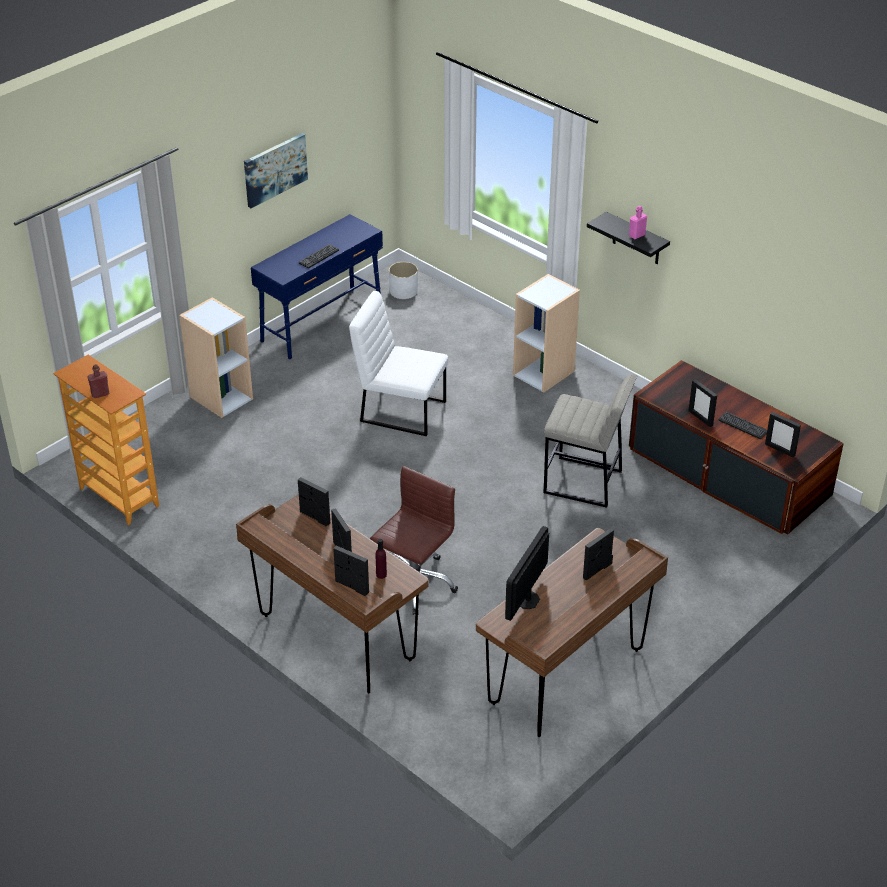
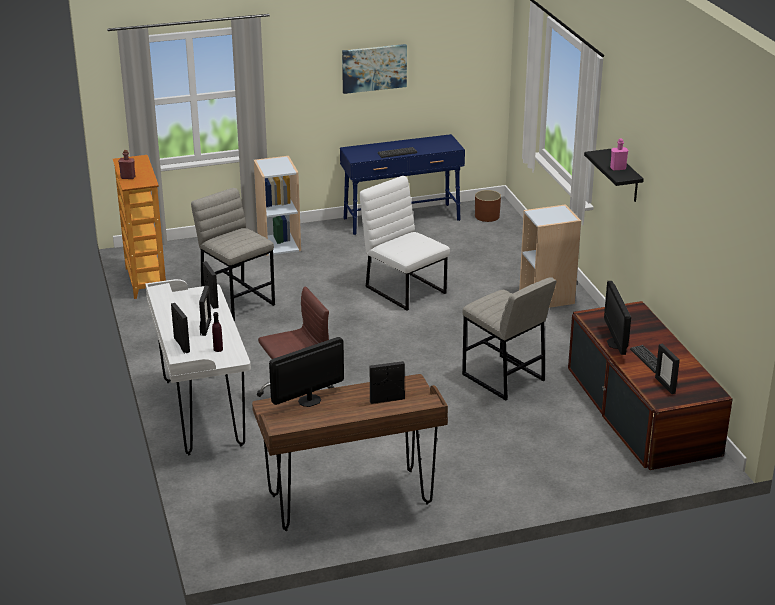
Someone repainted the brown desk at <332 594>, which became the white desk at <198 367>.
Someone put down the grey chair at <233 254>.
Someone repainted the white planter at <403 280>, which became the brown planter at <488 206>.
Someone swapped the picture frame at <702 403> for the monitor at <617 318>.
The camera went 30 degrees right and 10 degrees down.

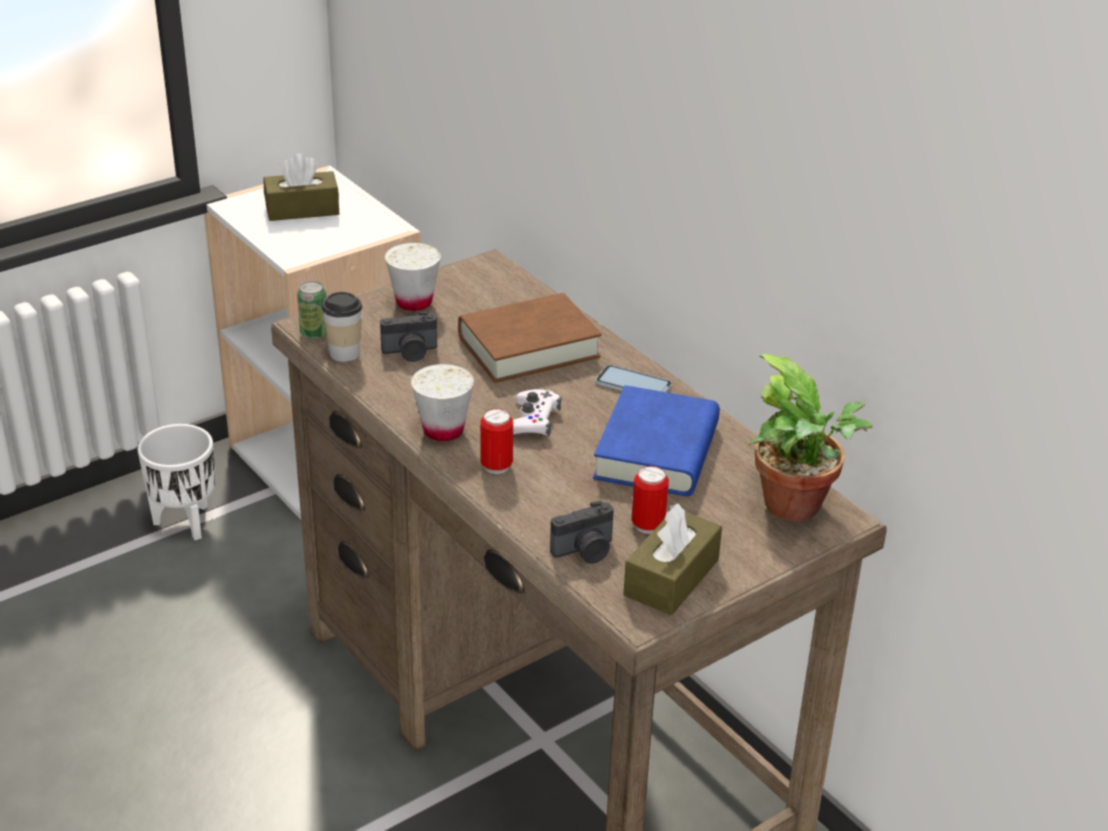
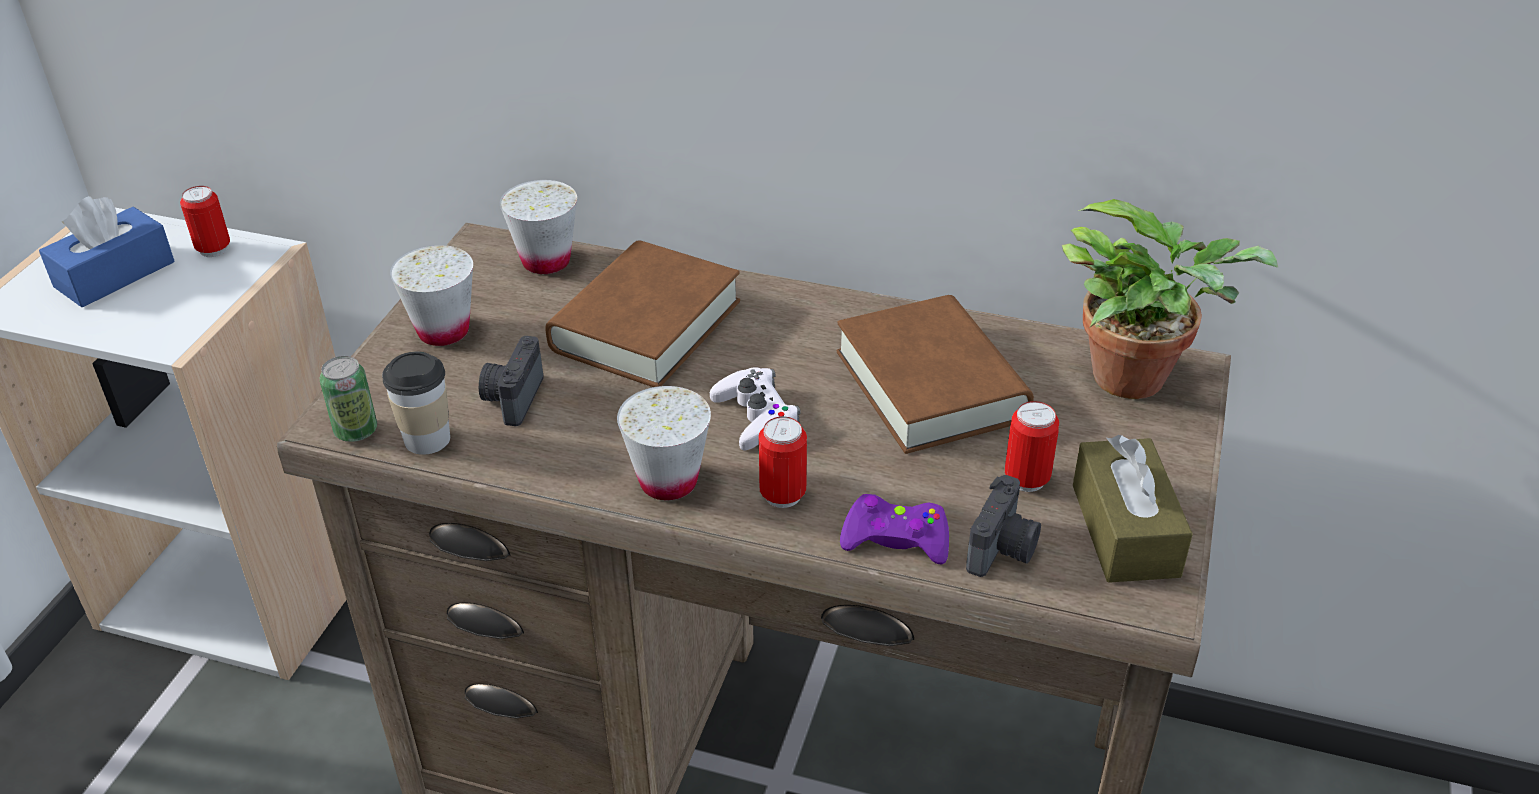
Someone repainted the brown tissue box at <301 187>, which became the blue tissue box at <106 251>.
Someone put down the can at <205 221>.
Someone rotated the photo camera at <408 336> by 150 degrees clockwise.
Someone put down the white cup at <538 227>.
Someone repainted the blue book at <656 440>, which became the brown book at <935 374>.
Someone put down the purple game controller at <894 529>.
Someone took away the white planter at <176 482>.
Someone took away the phone at <634 378>.
The camera went 35 degrees left and 5 degrees up.

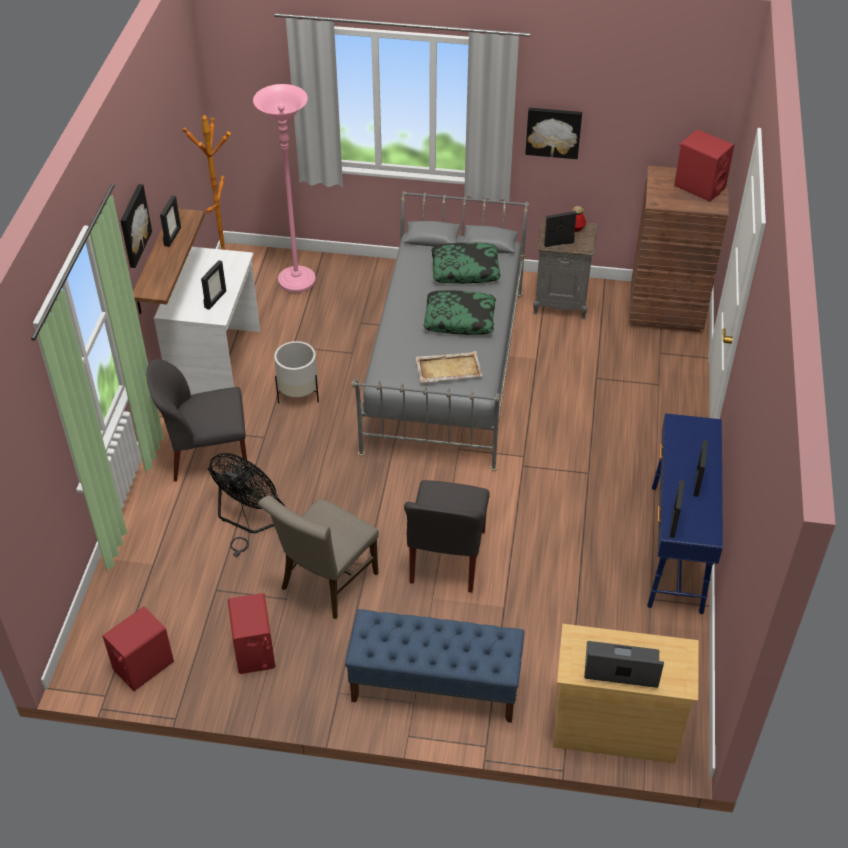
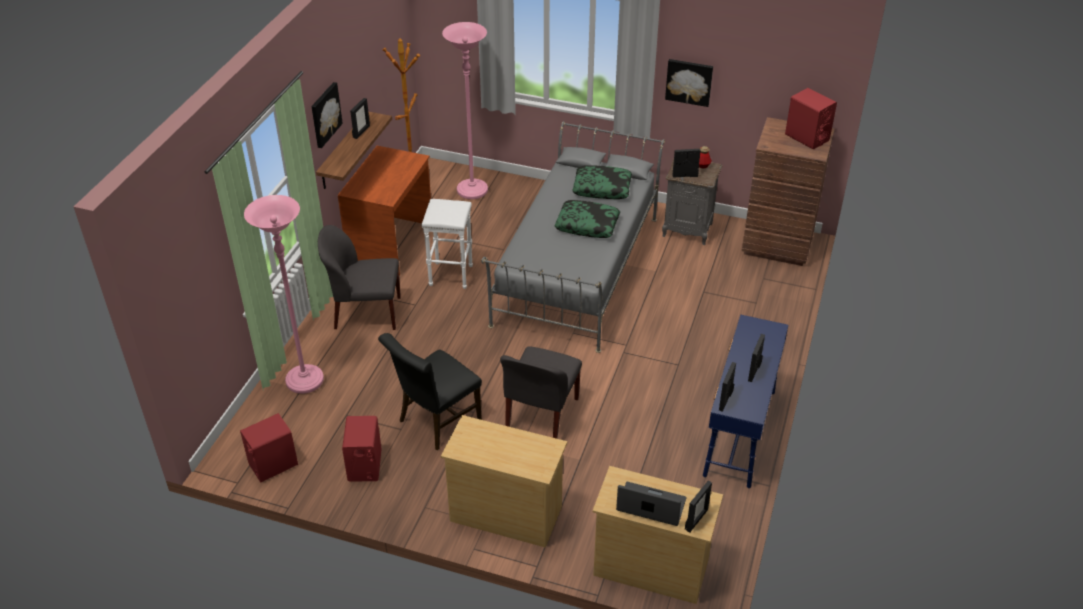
Someone put down the pink floor lamp at <284 294>.
Someone repainted the white desk at <207 321>, which became the brown desk at <384 210>.
Someone repainted the beige chair at <318 557>, which became the black chair at <430 391>.
Someone swapped the white planter at <296 372> for the white stool at <447 244>.
Someone swapped the blue bench at <435 666> for the beige dresser at <504 481>.
Someone carried the picture frame from <213 285> to <698 506>.
Someone took away the black fan at <246 505>.
Someone took away the beige tray at <449 367>.
The camera went 10 degrees right and 5 degrees down.

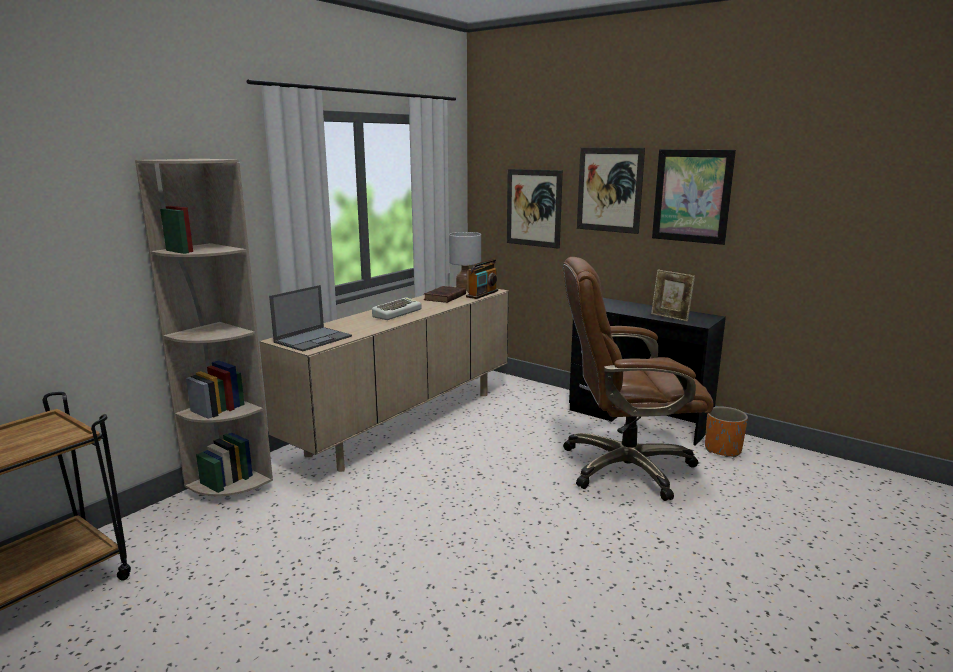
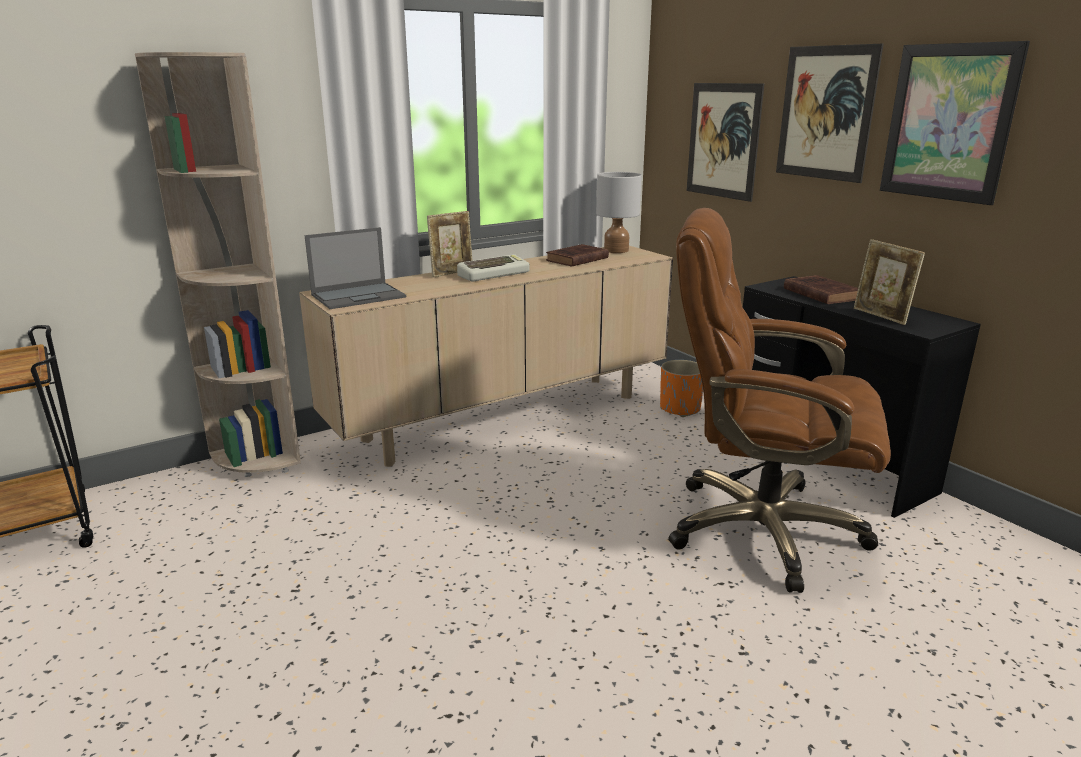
Someone put down the picture frame at <450 244>.
Someone carried the orange planter from <726 432> to <681 388>.
Someone put down the brown book at <821 289>.
Someone took away the radio at <482 279>.
The camera went 20 degrees right and 5 degrees up.

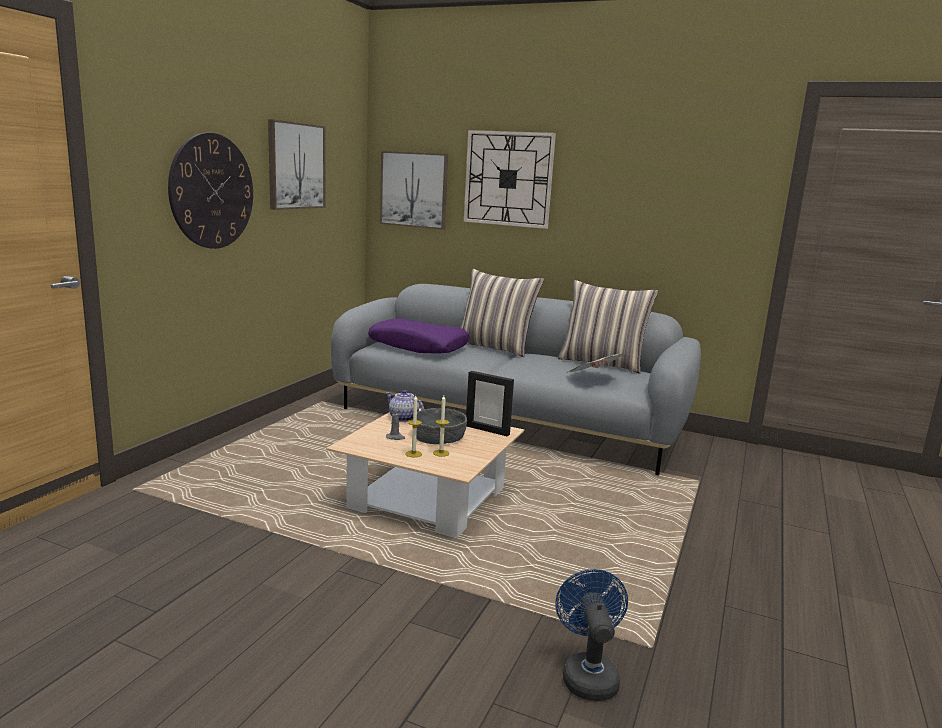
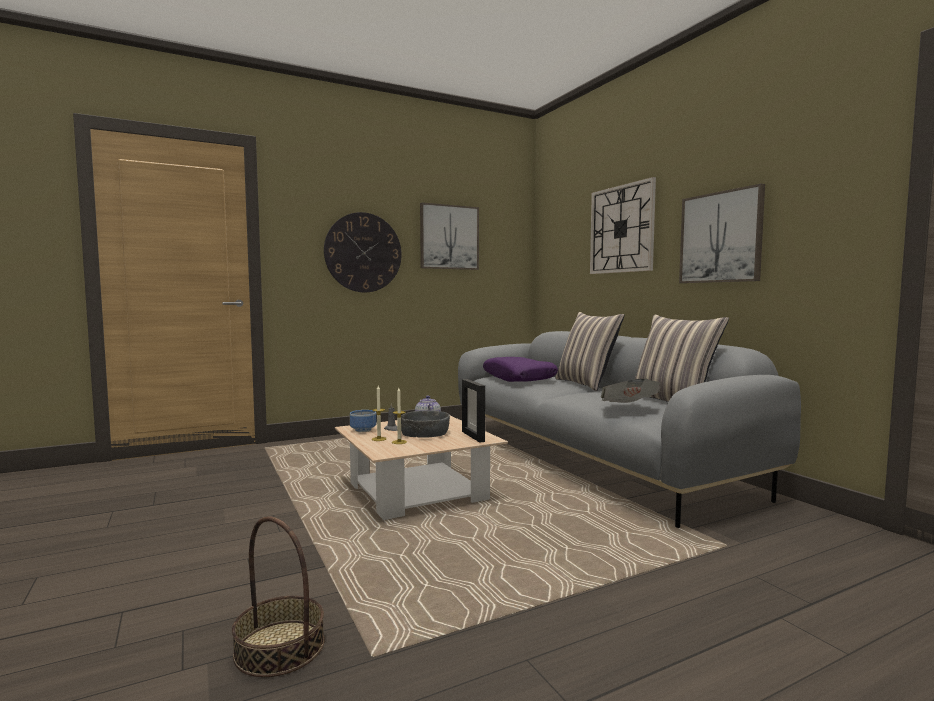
Someone swapped the blue fan at <592 635> for the basket at <278 596>.
Someone put down the bowl at <363 421>.
Someone carried the picture from <414 190> to <722 233>.
The camera went 40 degrees right and 10 degrees down.

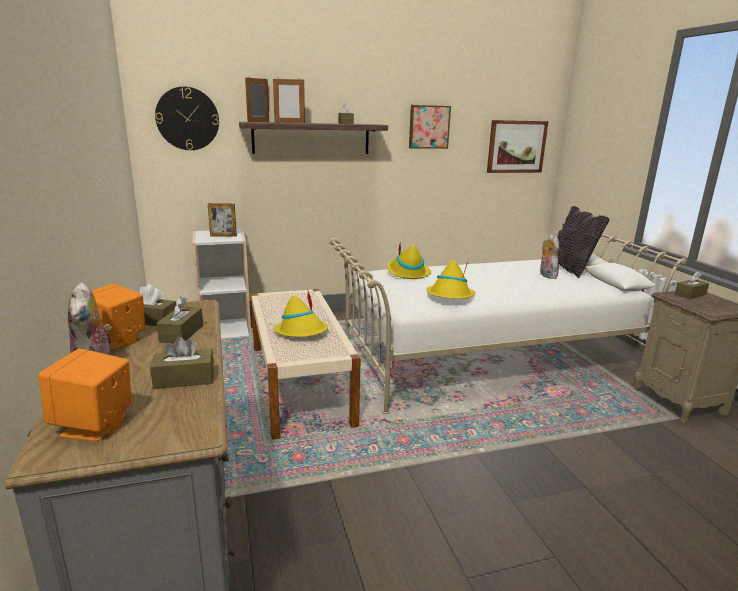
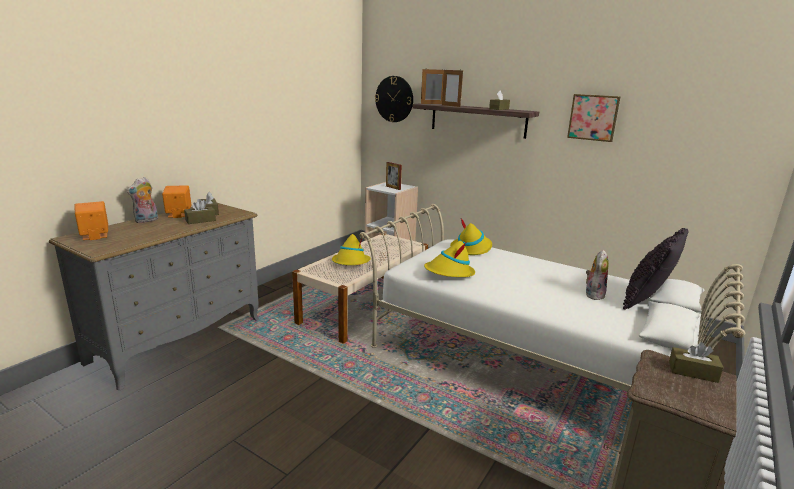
Someone took away the brown tissue box at <182 363>.
Someone took away the picture at <517 146>.
The camera went 50 degrees right and 0 degrees up.

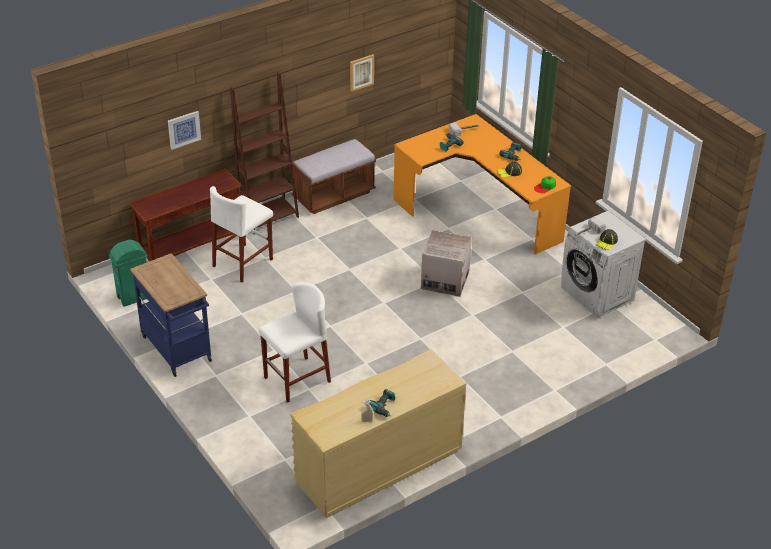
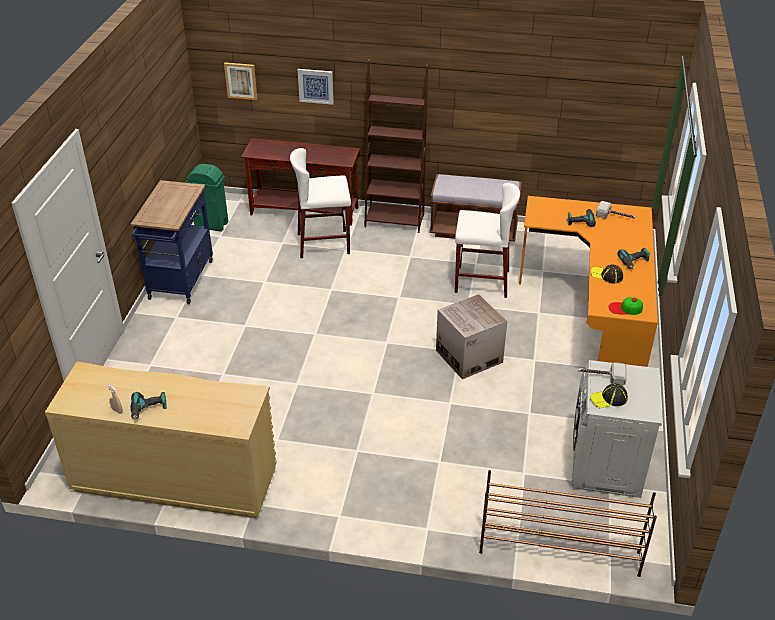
Someone carried the picture from <362 73> to <240 81>.
Someone carried the white stool from <294 342> to <487 240>.
Someone put down the brown shoe rack at <568 523>.
The camera went 45 degrees right and 0 degrees up.

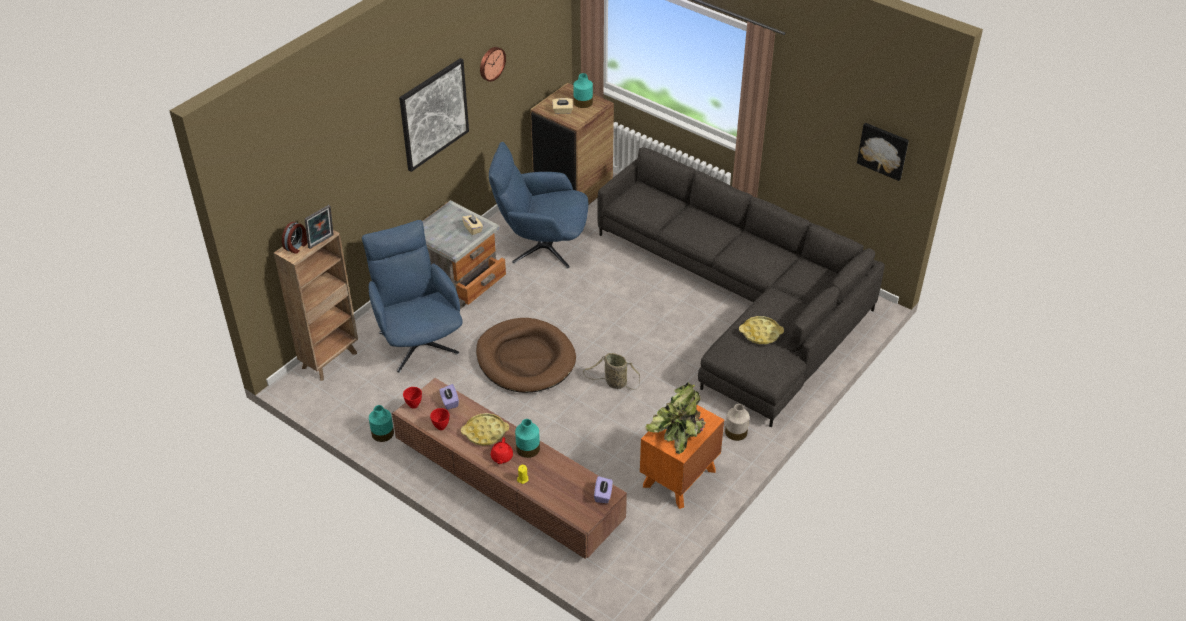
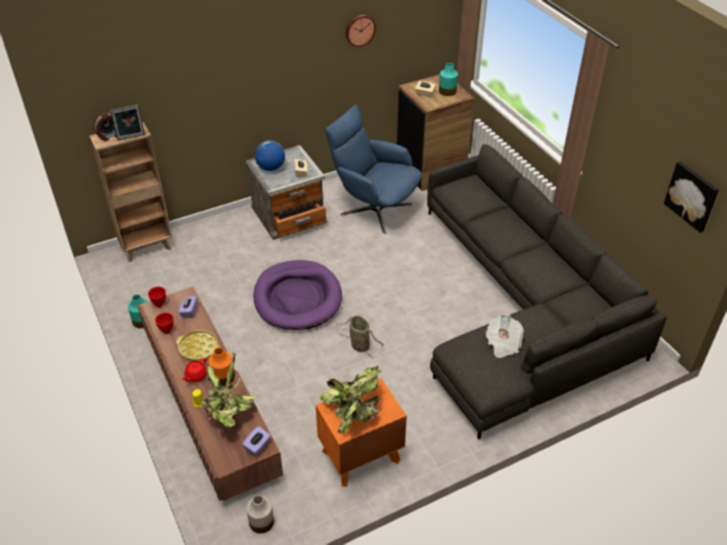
Someone put down the potted plant at <230 390>.
Someone repainted the turquoise vase at <527 438>, which became the orange vase at <222 366>.
Someone carried the beige vase from <737 422> to <260 514>.
Someone repainted the brown dog bed at <526 355>, which became the purple dog bed at <297 295>.
Someone put down the globe at <270 155>.
Someone swapped the yellow tray at <761 330> for the newspaper at <505 336>.
Someone took away the blue armchair at <412 296>.
Someone took away the picture at <434 115>.
The camera went 25 degrees right and 0 degrees up.

